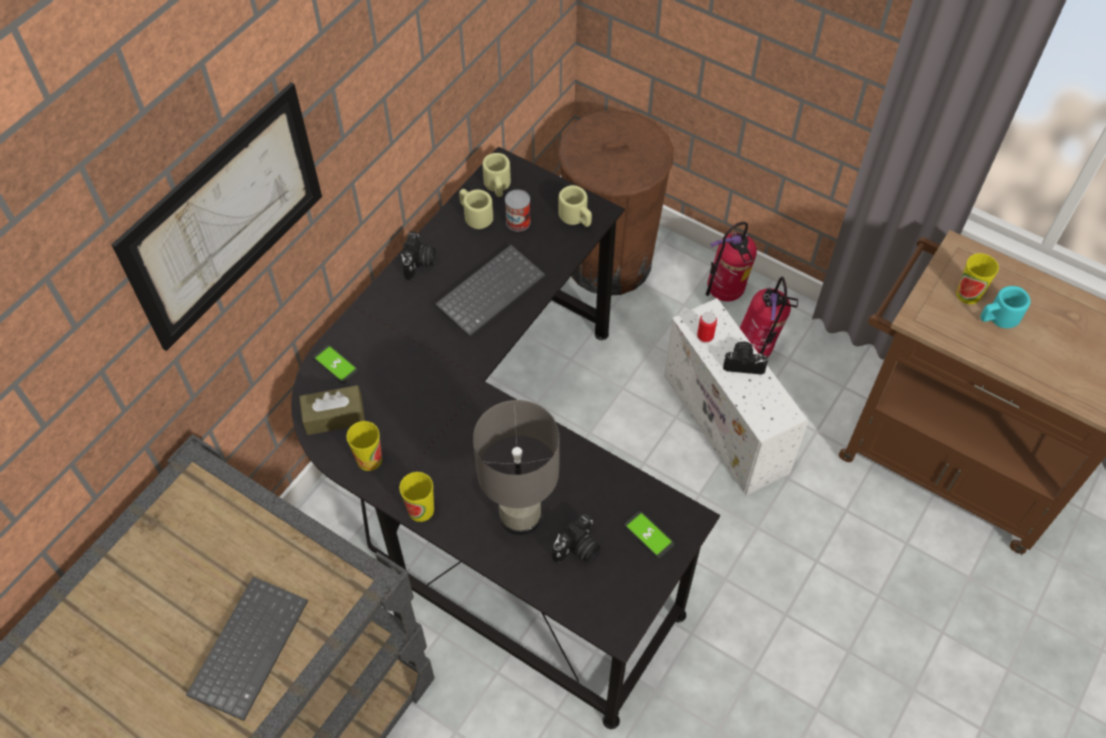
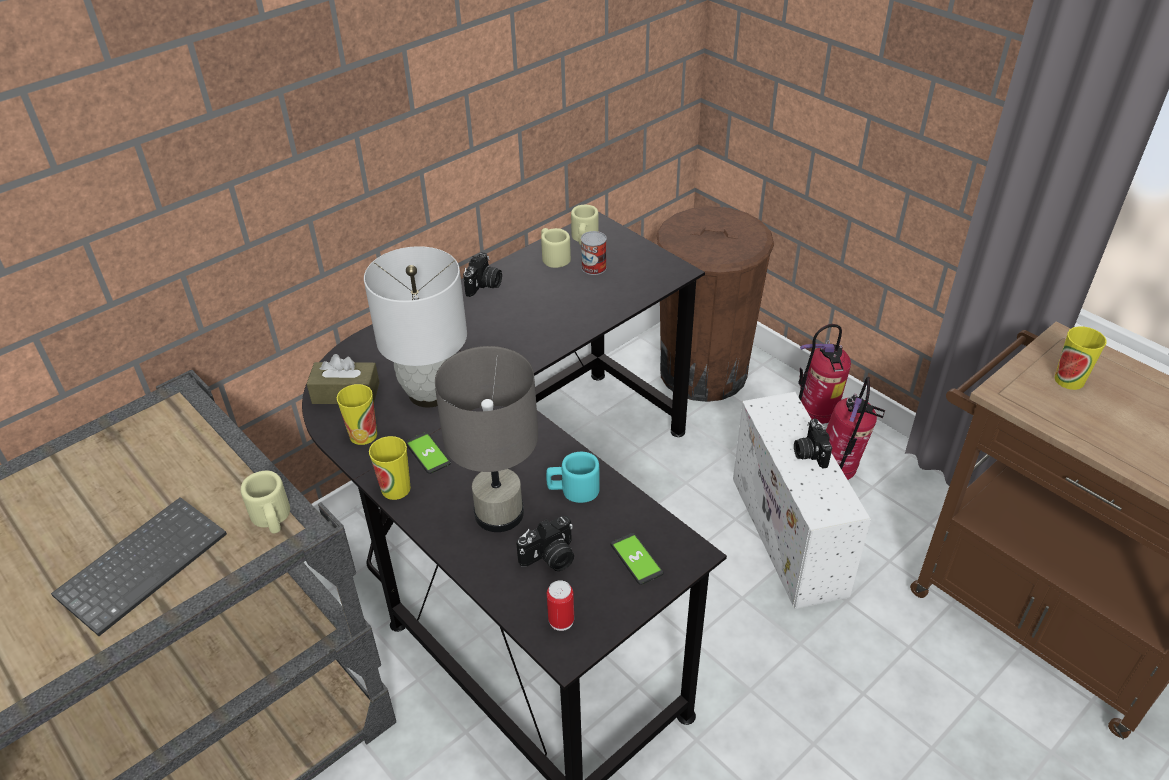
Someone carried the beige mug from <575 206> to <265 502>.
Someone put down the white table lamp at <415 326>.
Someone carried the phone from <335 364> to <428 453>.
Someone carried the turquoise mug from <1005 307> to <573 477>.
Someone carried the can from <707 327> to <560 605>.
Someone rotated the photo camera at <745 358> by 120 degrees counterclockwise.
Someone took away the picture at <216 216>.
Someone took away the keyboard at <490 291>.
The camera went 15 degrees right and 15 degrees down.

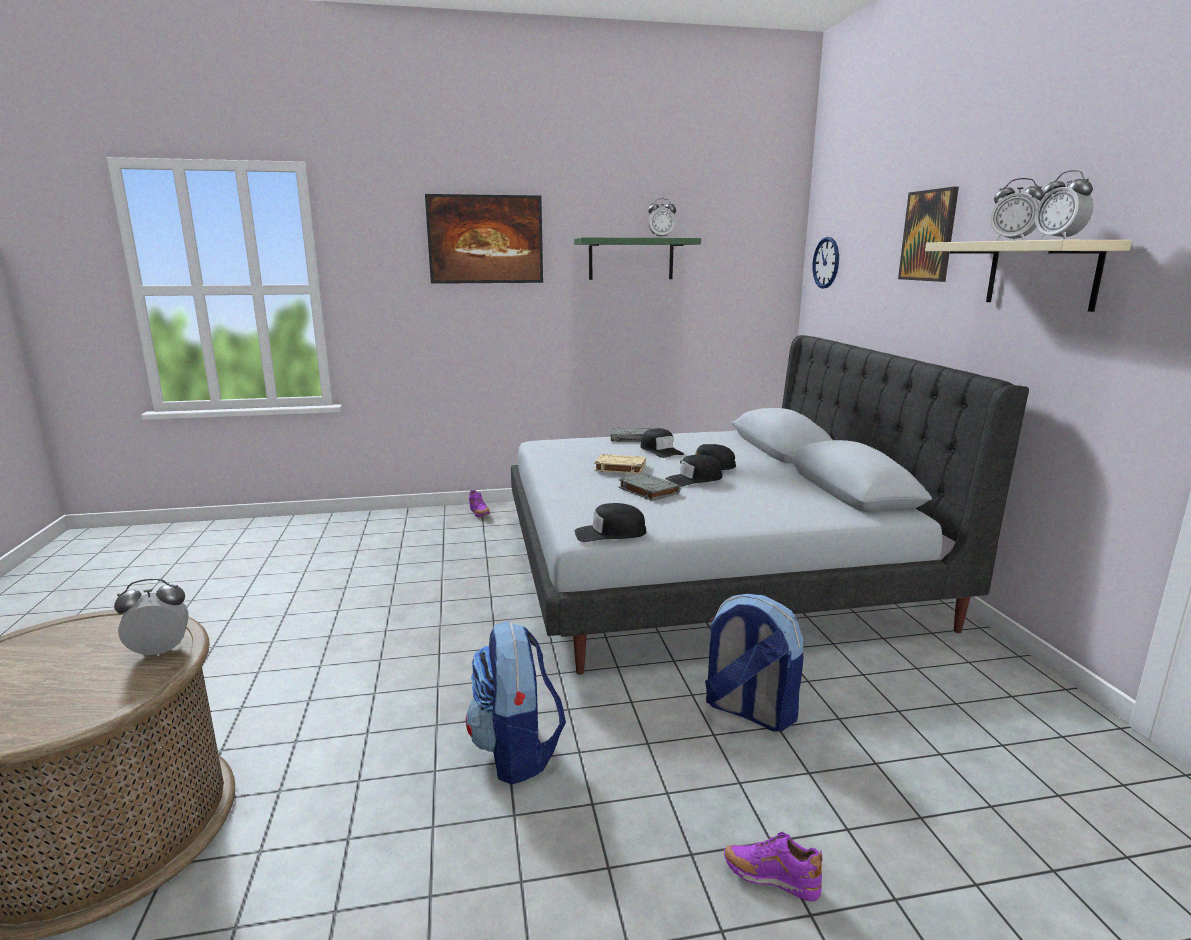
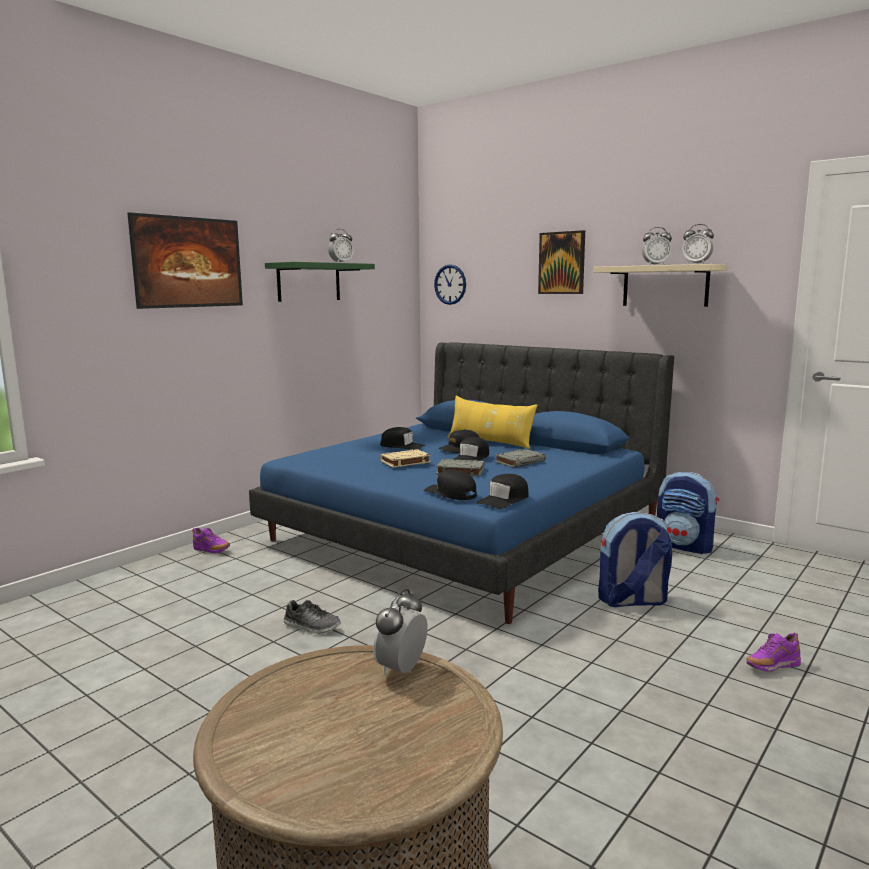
Someone repainted the grey bed at <770 505>, which became the blue bed at <461 483>.
Someone put down the shoe at <312 617>.
Someone put down the black cap at <450 484>.
Someone put down the yellow pillow at <492 422>.
Someone carried the grey book from <631 434> to <520 458>.
Someone carried the backpack from <516 703> to <688 513>.
The camera went 40 degrees left and 5 degrees down.

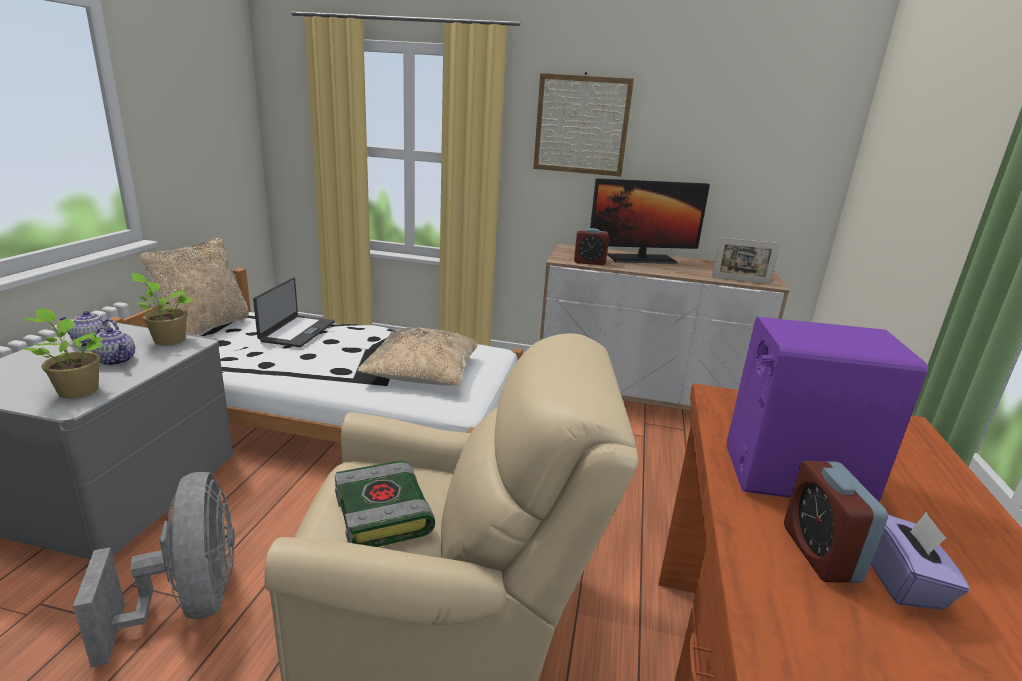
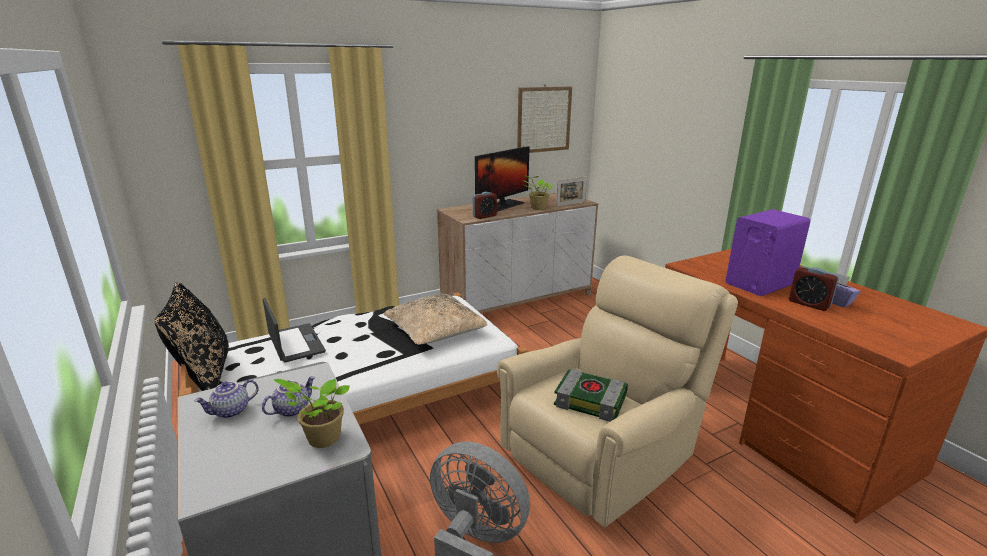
Someone repainted the beige pillow at <194 286>, which became the black pillow at <191 337>.
Someone rotated the teapot at <113 346> by 45 degrees counterclockwise.
Someone carried the picture from <583 124> to <544 119>.
Someone carried the potted plant from <163 309> to <538 192>.
The camera went 40 degrees left and 0 degrees up.

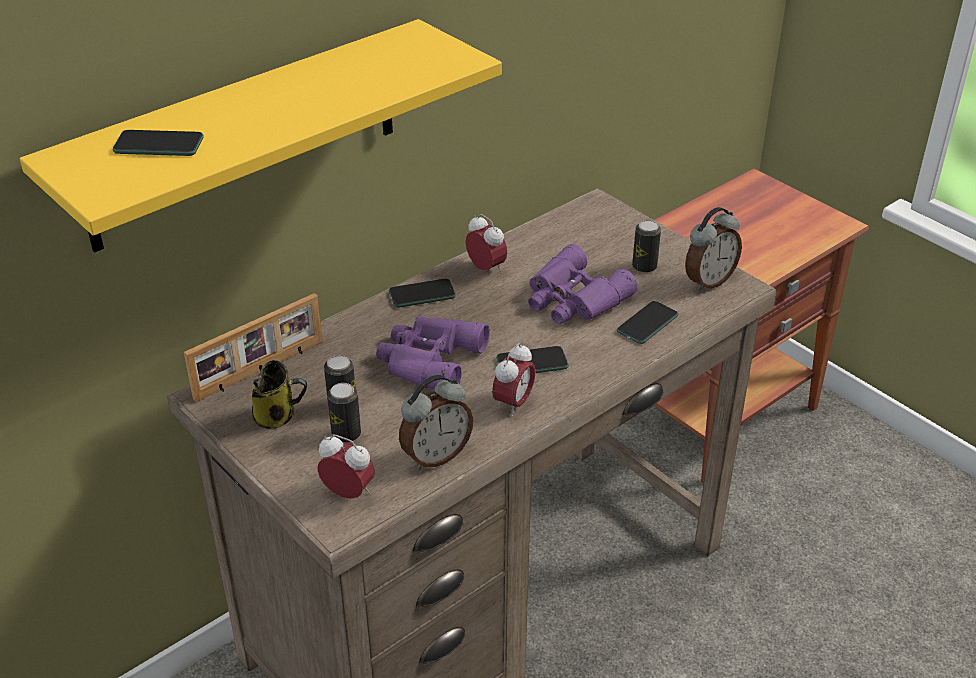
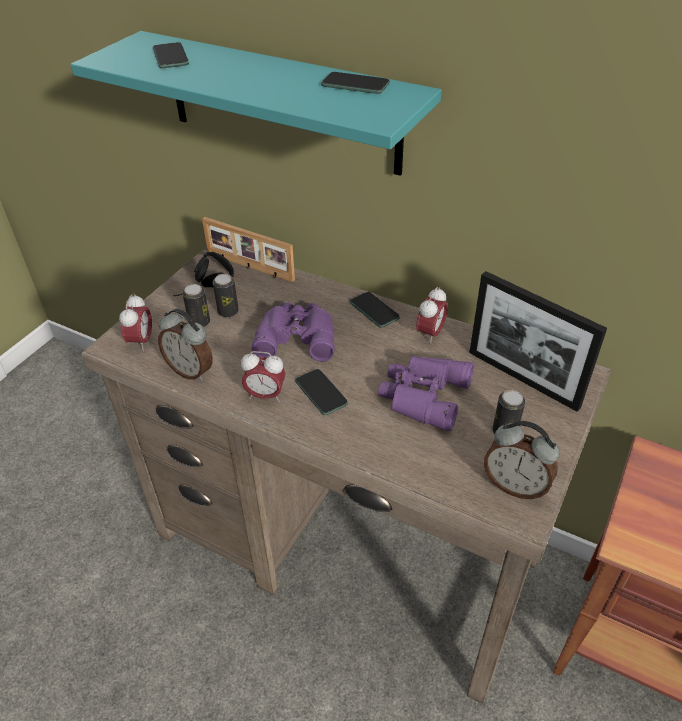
Someone repainted the yellow shelf at <261 136>, which became the turquoise shelf at <256 103>.
Someone swapped the mug at <279 394> for the black headphones at <204 273>.
Someone carried the phone from <647 322> to <355 83>.
Someone put down the picture frame at <538 341>.
The camera went 70 degrees right and 5 degrees up.

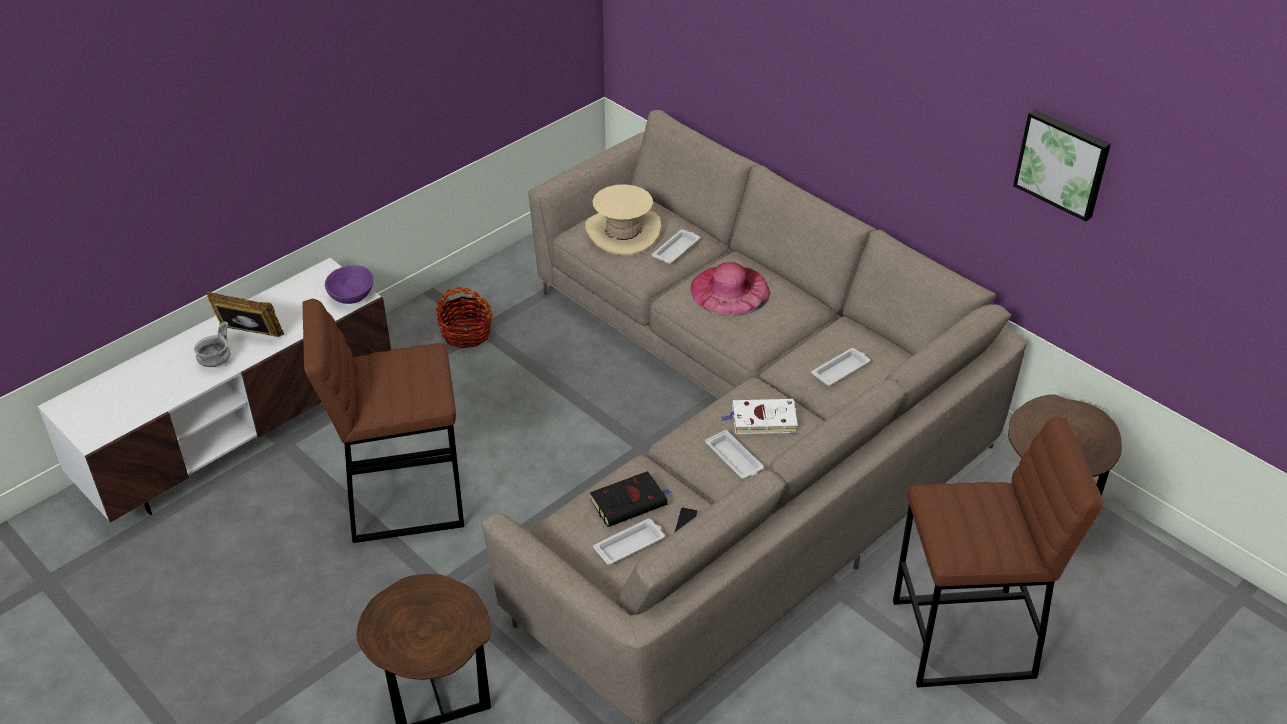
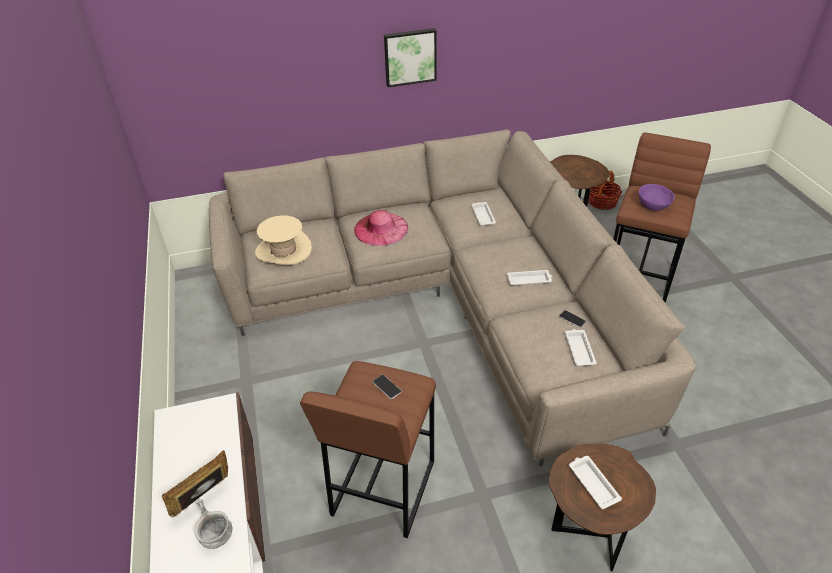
Someone put down the phone at <387 387>.
Someone carried the picture from <1062 165> to <410 57>.
Someone carried the white tray from <675 246> to <595 482>.
Someone carried the basket from <464 317> to <605 190>.
Someone carried the purple bowl from <349 284> to <657 197>.
Someone took away the black book at <630 499>.
Someone took away the white book at <759 416>.
The camera went 60 degrees left and 0 degrees up.

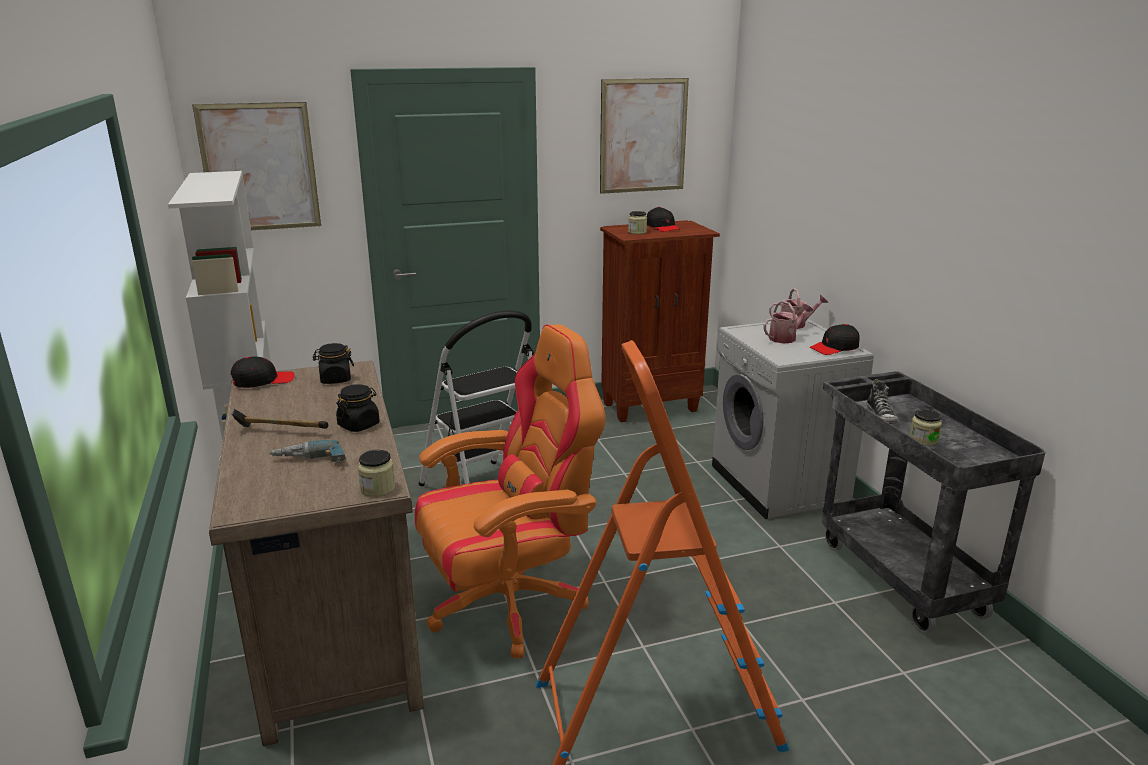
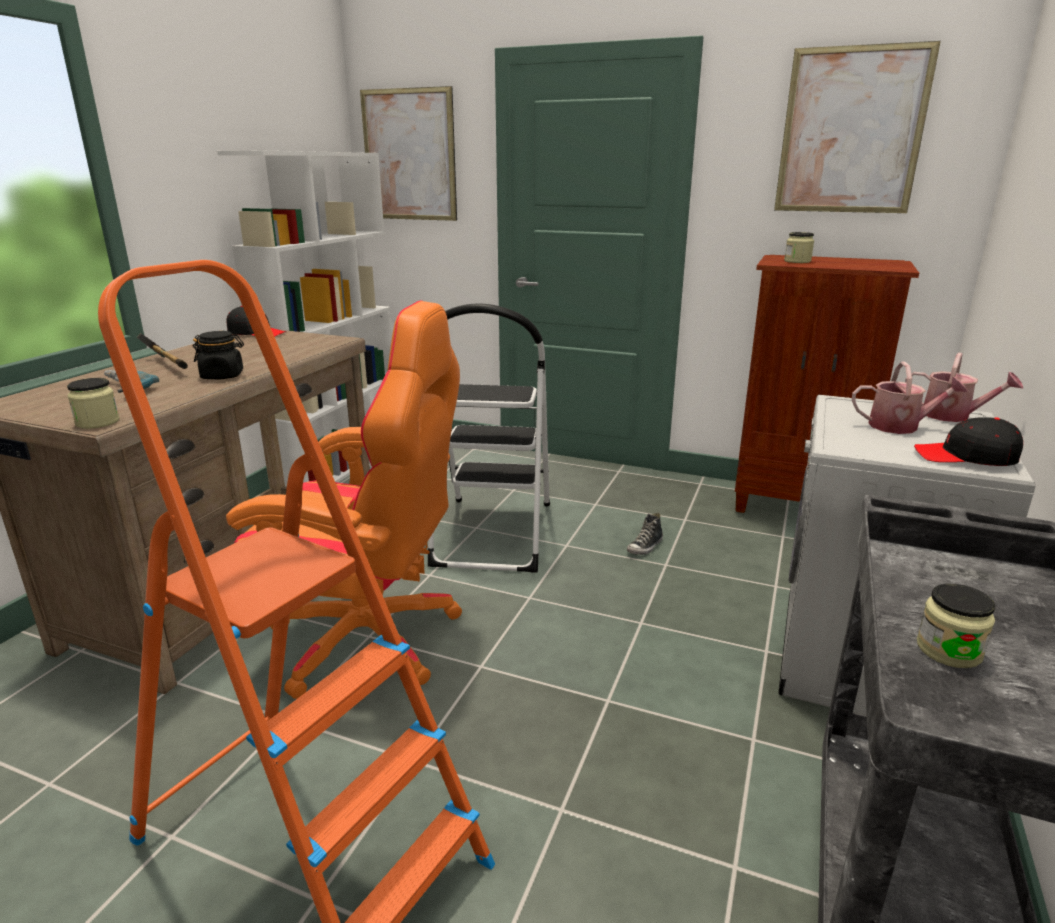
Someone carried the shoe from <882 401> to <645 533>.
Someone took away the black jar at <333 363>.
Someone took away the black cap at <663 219>.
The camera went 40 degrees right and 0 degrees up.

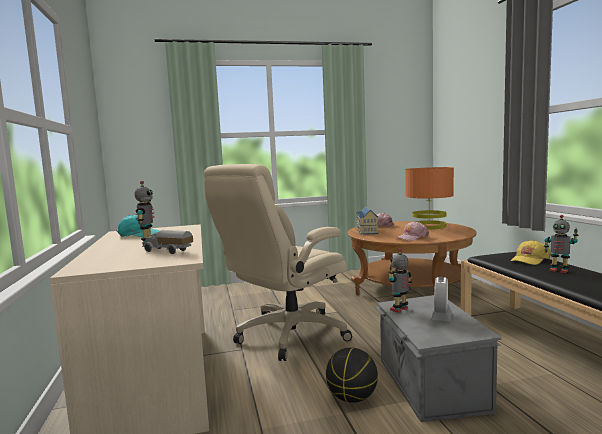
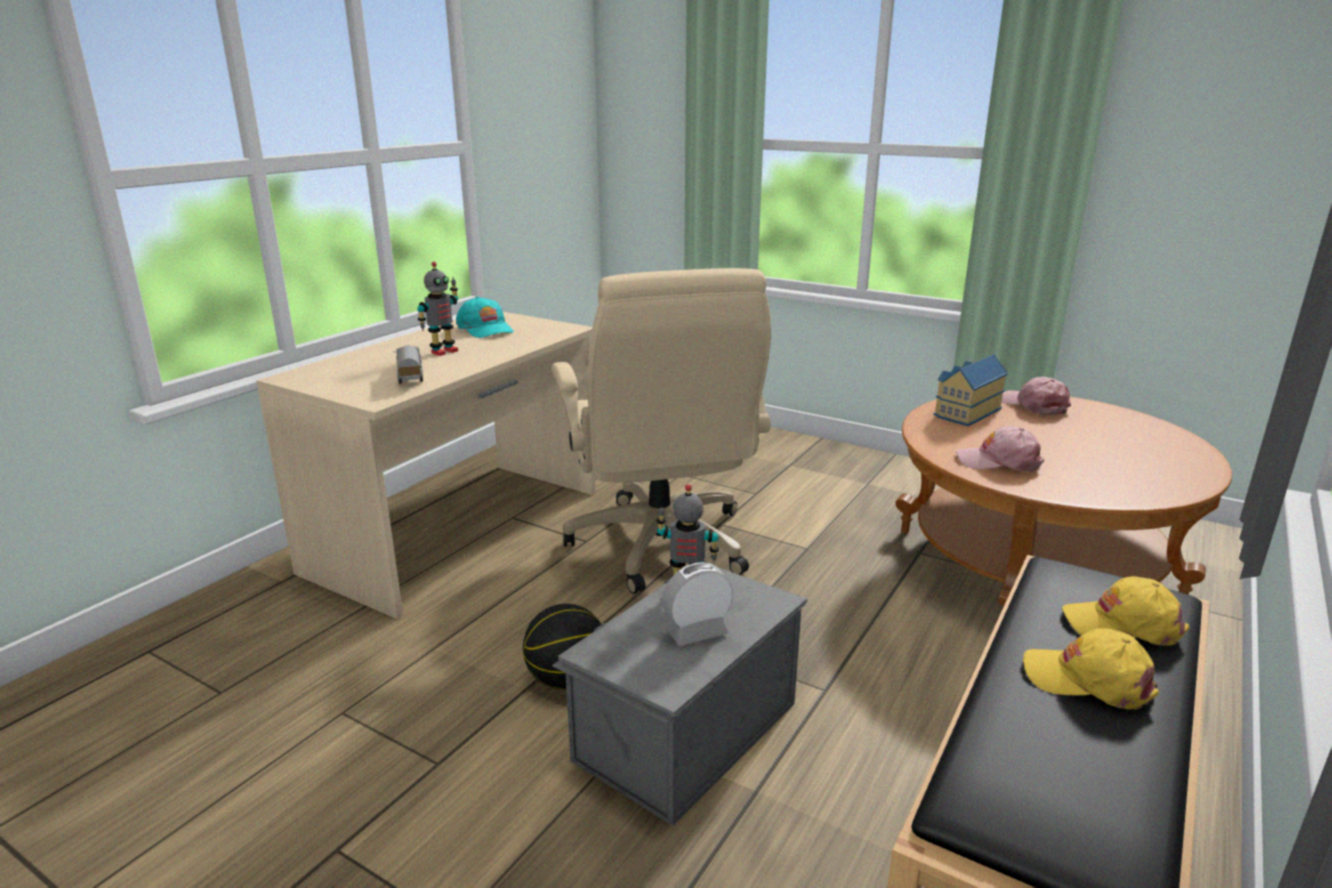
Someone rotated the beige office chair at <278 262> by 105 degrees counterclockwise.
Someone swapped the toy robot at <561 244> for the yellow cap at <1091 669>.
Someone took away the orange table lamp at <429 198>.
The camera went 45 degrees right and 15 degrees up.

